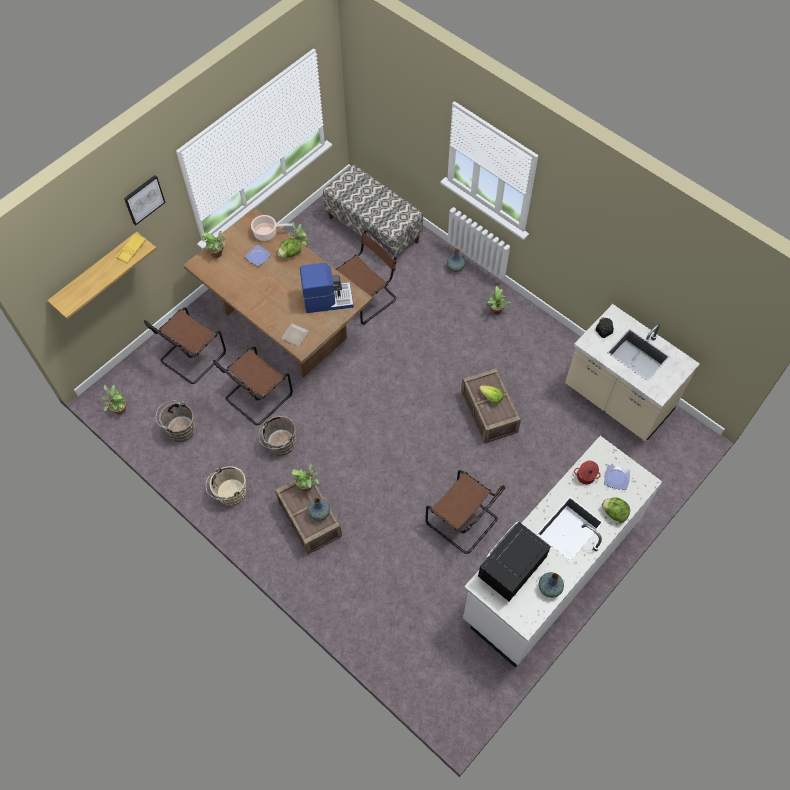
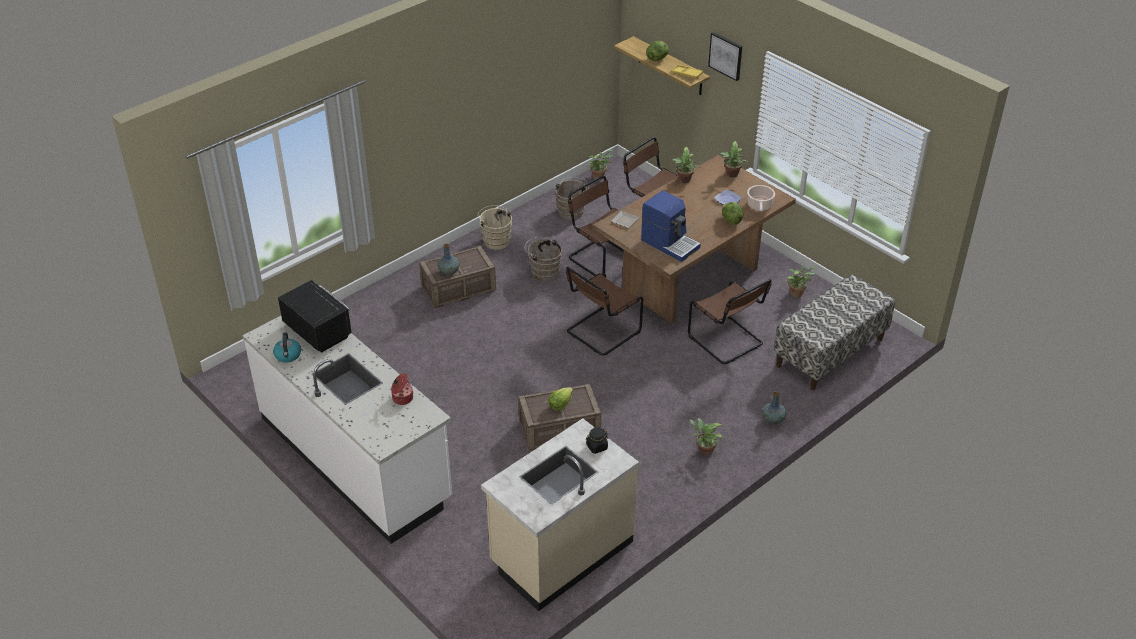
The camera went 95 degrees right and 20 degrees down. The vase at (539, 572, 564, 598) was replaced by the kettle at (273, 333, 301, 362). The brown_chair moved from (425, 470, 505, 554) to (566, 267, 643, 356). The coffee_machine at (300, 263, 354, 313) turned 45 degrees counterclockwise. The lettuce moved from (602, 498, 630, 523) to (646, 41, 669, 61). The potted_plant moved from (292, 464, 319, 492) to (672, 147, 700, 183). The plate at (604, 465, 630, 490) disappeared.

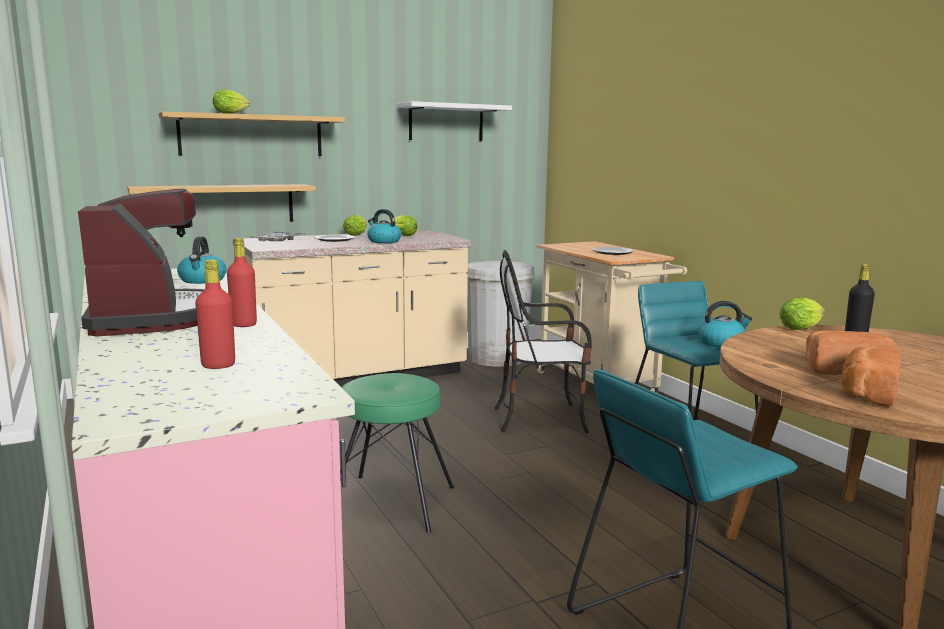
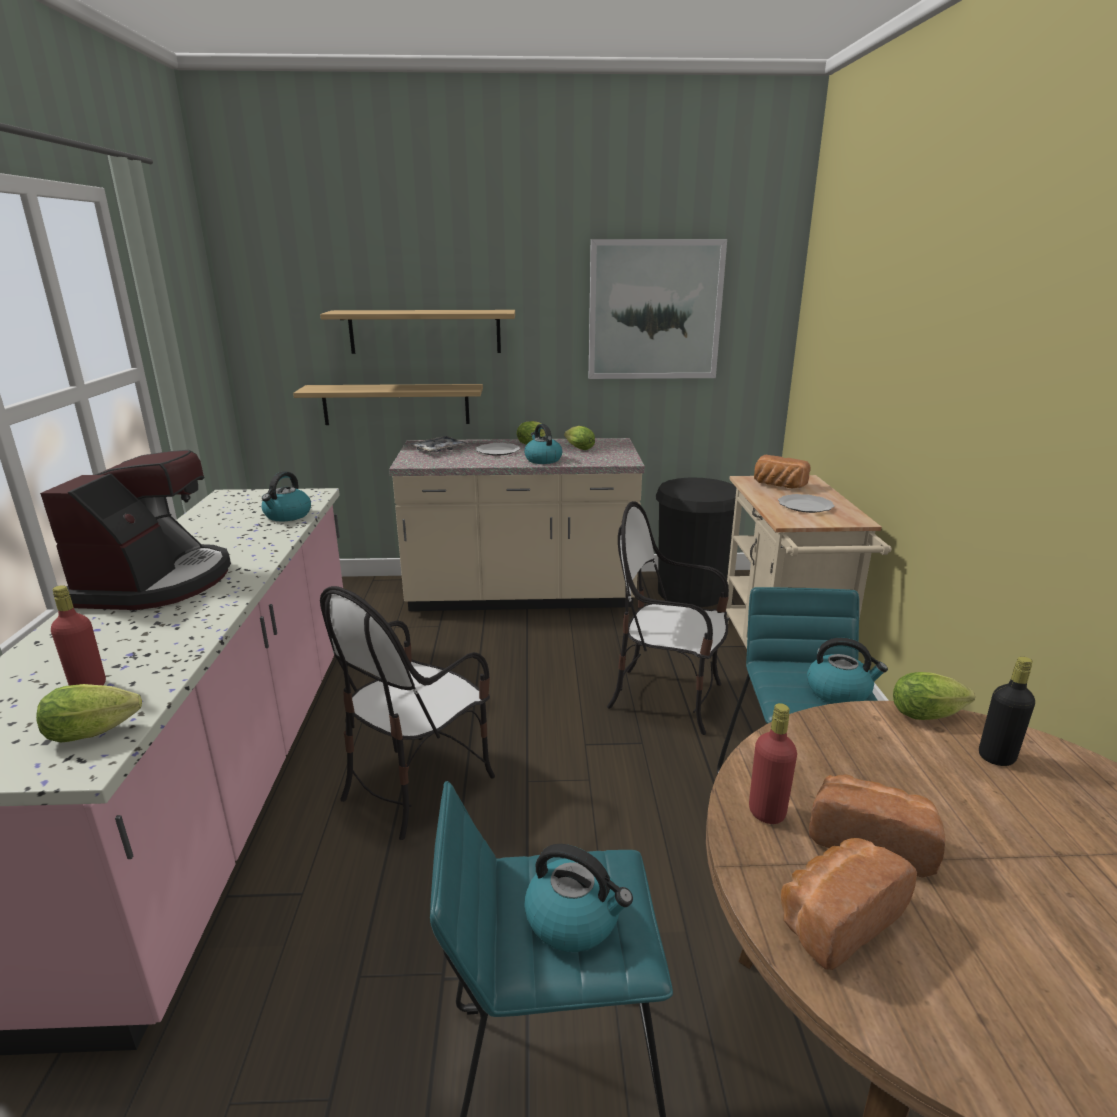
The camera went 25 degrees right and 10 degrees up. The lettuce moved from (213, 89, 250, 114) to (36, 684, 142, 743). The green_stool at (340, 373, 454, 533) was replaced by the chair at (320, 586, 495, 840). The kettle at (524, 844, 633, 952) appeared. The white_shelf at (396, 101, 512, 141) was replaced by the picture at (589, 239, 727, 379). The white_trash_can at (466, 261, 535, 367) became the black_trash_can at (656, 477, 736, 607). The red_bottle moved from (227, 238, 257, 327) to (749, 703, 797, 824). The bread at (754, 455, 811, 488) appeared.

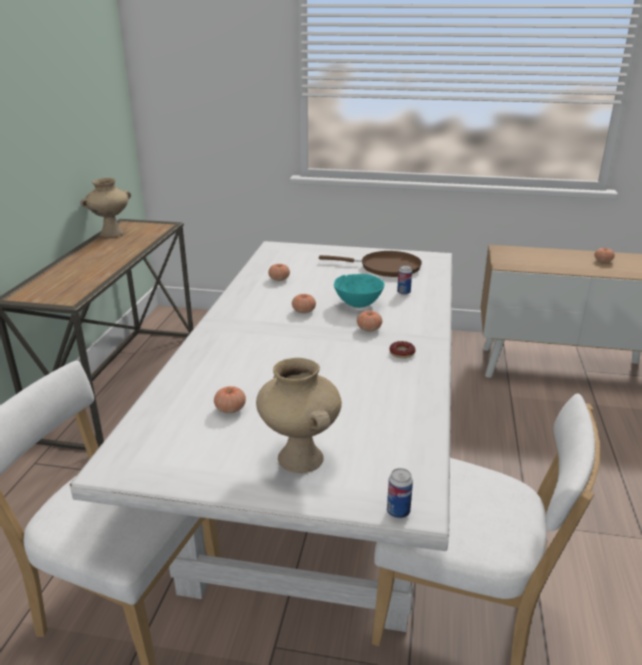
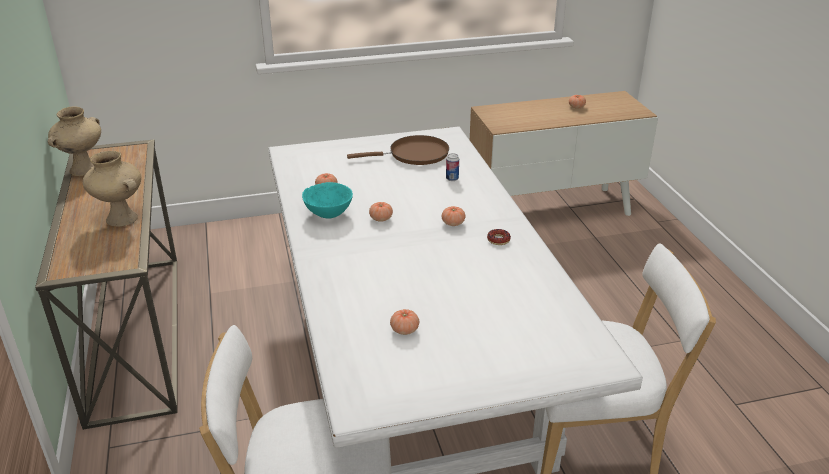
The camera went 25 degrees left and 5 degrees up. The beige_vase moved from (256, 357, 342, 473) to (83, 151, 141, 227). The turquoise_bowl moved from (334, 274, 385, 308) to (302, 182, 353, 219). The can at (387, 468, 413, 518) disappeared.

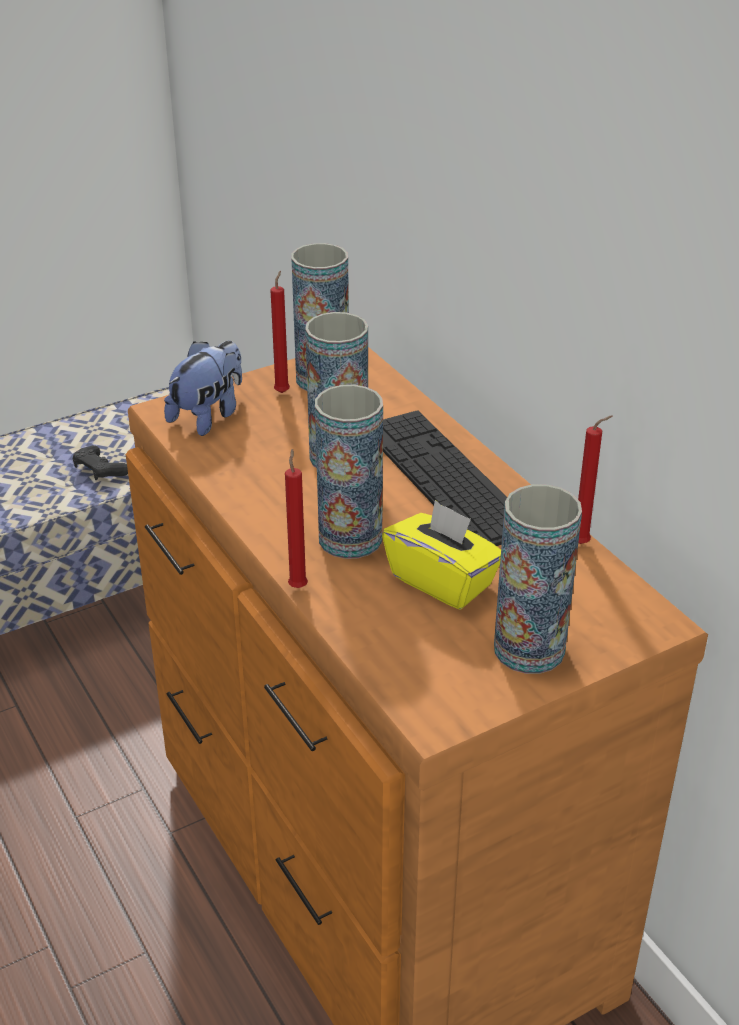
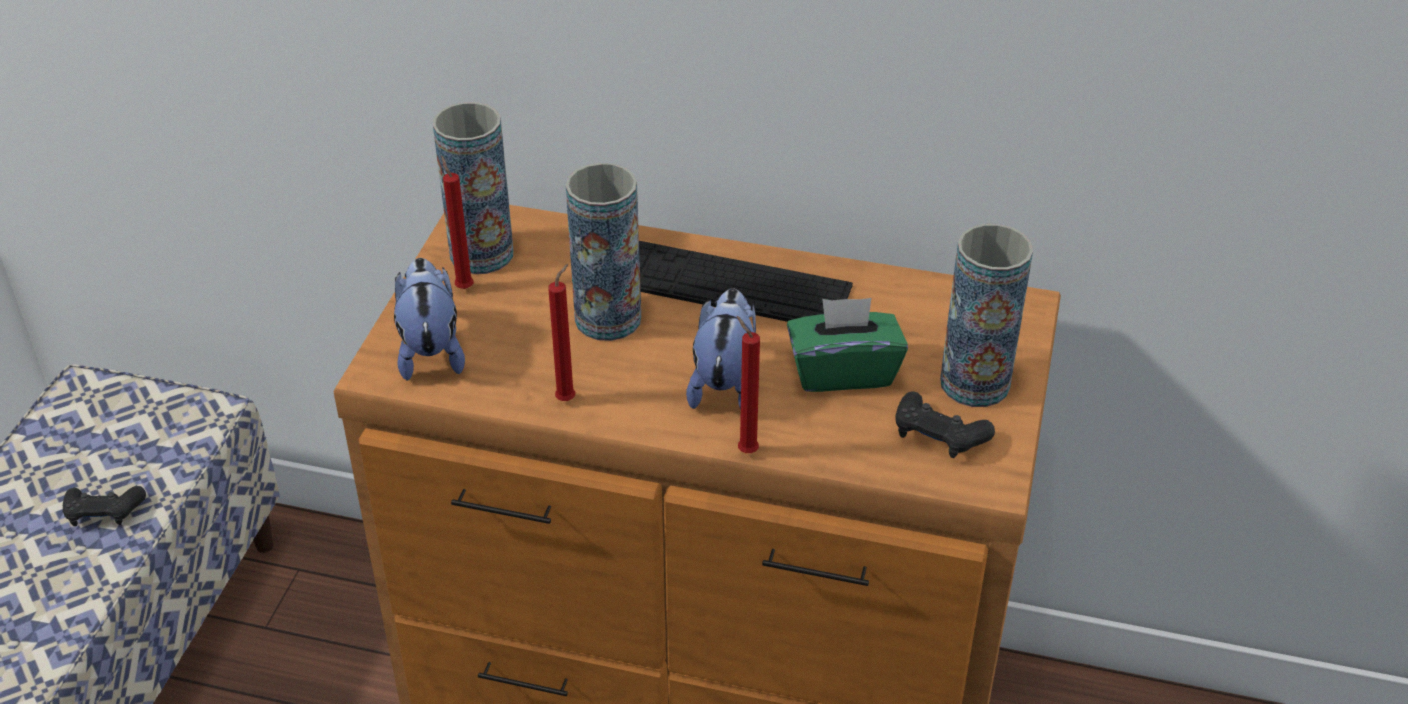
The camera went 45 degrees left and 5 degrees up. The red_candle moved from (578, 415, 612, 544) to (548, 264, 575, 401). The vase at (315, 385, 383, 559) was replaced by the plush_toy at (686, 288, 756, 410). The yellow_tissue_box at (382, 500, 501, 609) became the green_tissue_box at (787, 298, 908, 392). The black_game_controller at (895, 391, 995, 458) appeared.

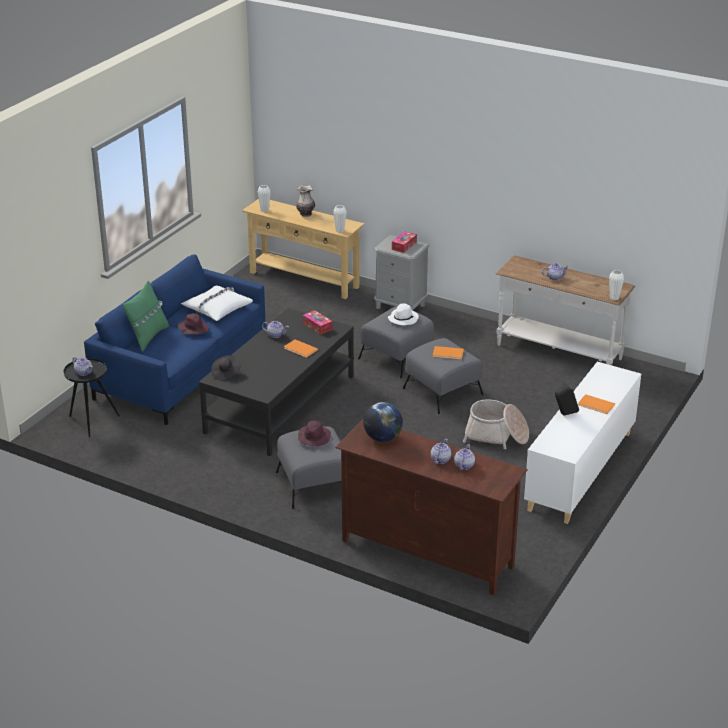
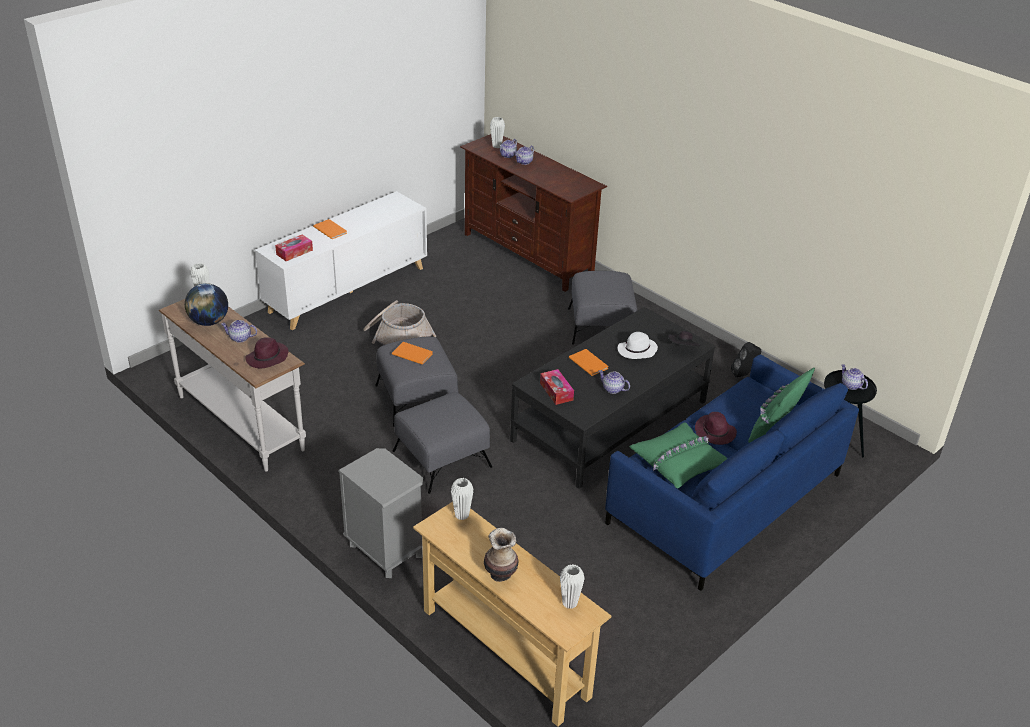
The camera went 165 degrees left and 5 degrees up. The globe moved from (363, 402, 403, 442) to (185, 283, 228, 326). The purple_hat moved from (298, 421, 331, 446) to (245, 337, 288, 368). The tissue_box moved from (392, 231, 417, 253) to (275, 234, 313, 261). The white_vase at (490, 117, 505, 148) appeared. The white_hat moved from (388, 303, 419, 325) to (618, 332, 658, 359). The white_pillow at (181, 285, 253, 321) became the green_pillow at (630, 422, 728, 489). The black_speaker moved from (555, 382, 579, 416) to (731, 342, 761, 377).

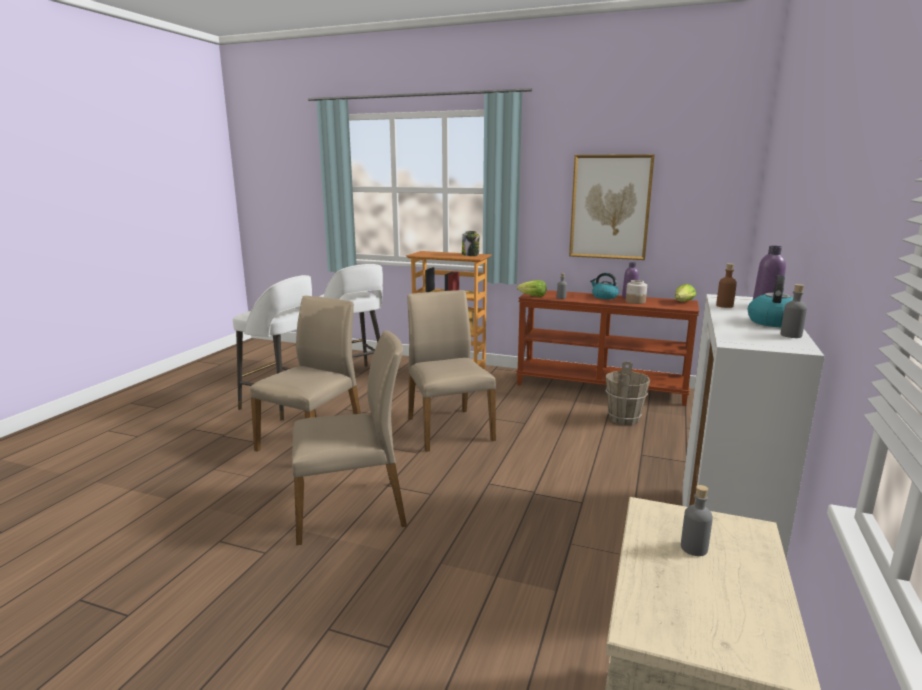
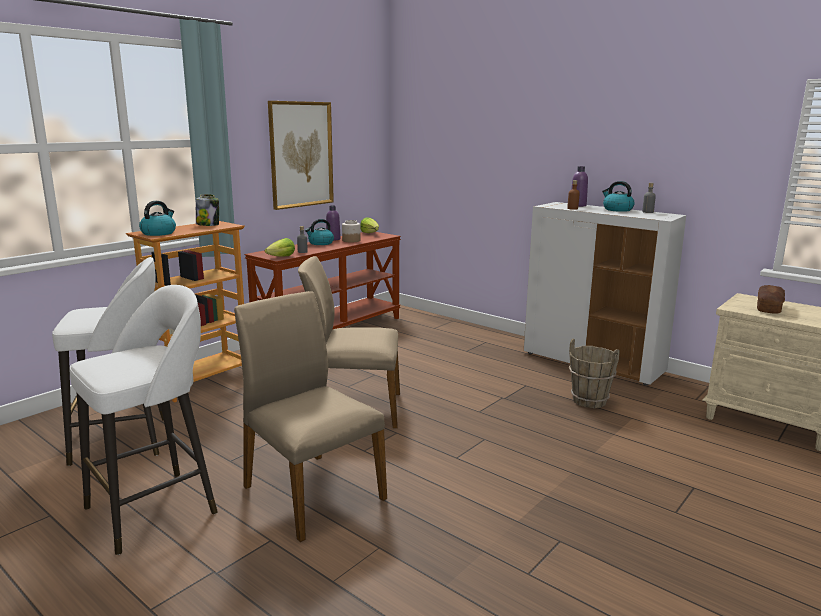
The camera went 70 degrees left and 0 degrees up. The kettle at (139, 201, 176, 236) appeared. The brown_bucket moved from (605, 361, 650, 425) to (569, 339, 620, 408). The grey_bottle at (681, 485, 713, 556) was replaced by the bread at (757, 285, 785, 314). The beige_chair at (292, 331, 407, 545) disappeared.

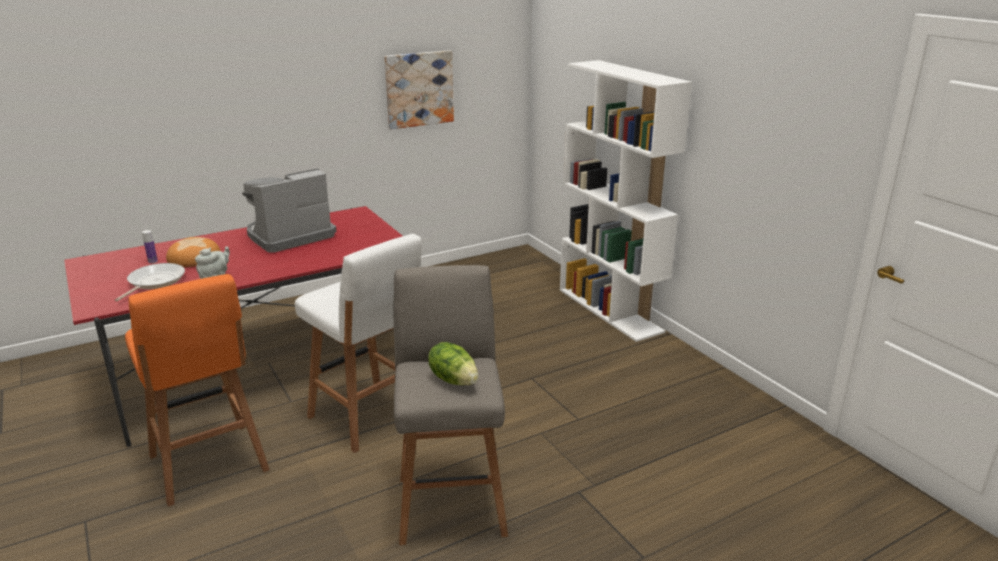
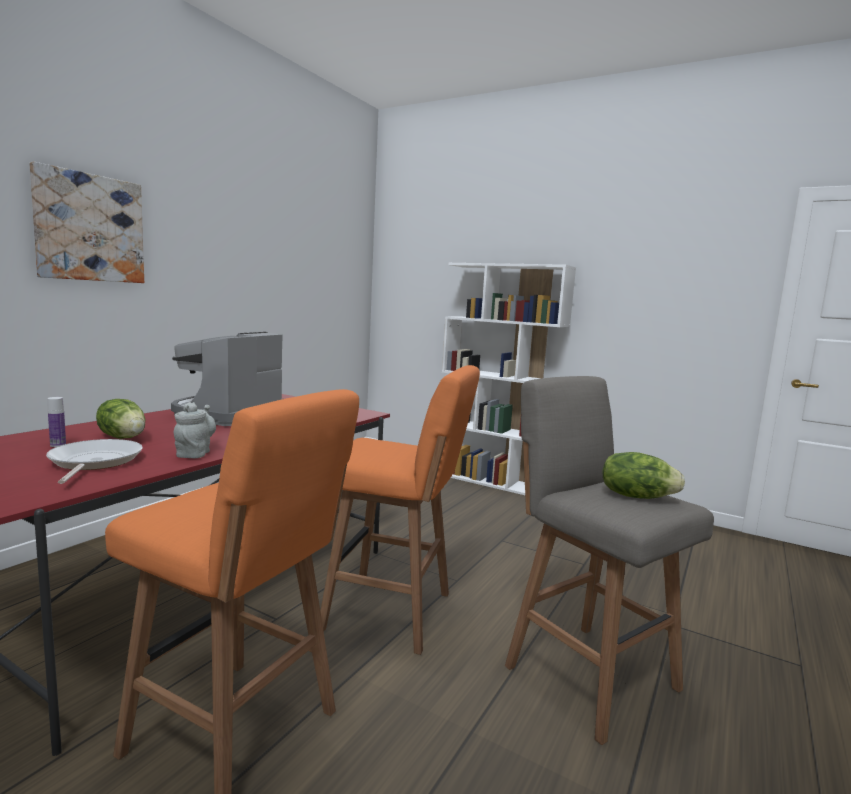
The camera went 30 degrees left and 15 degrees down. The picture moved from (384, 50, 454, 129) to (29, 162, 144, 283). The bread at (166, 237, 221, 267) was replaced by the lettuce at (96, 399, 145, 439). The white_stool at (295, 234, 422, 453) became the orange_stool at (320, 365, 480, 655).

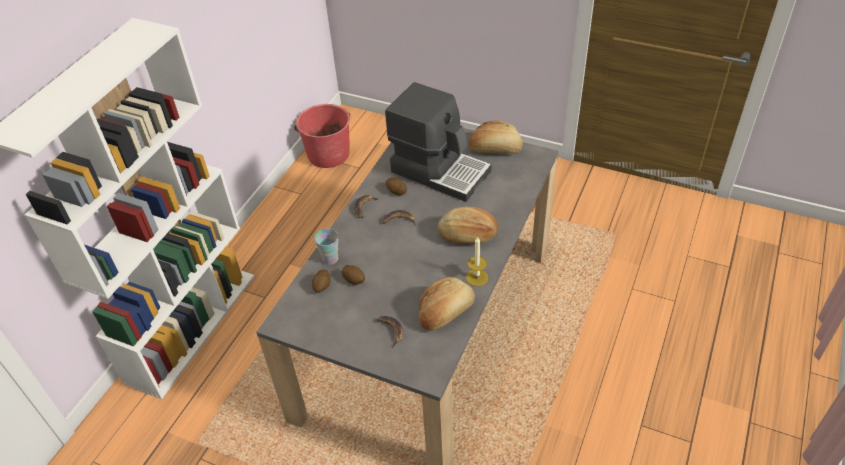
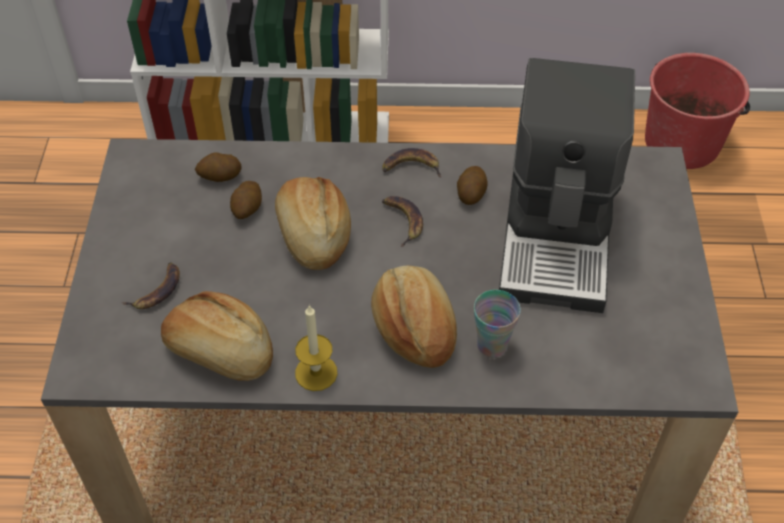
The camera went 65 degrees right and 5 degrees up. The bread moved from (469, 120, 523, 154) to (275, 177, 351, 270). The cup moved from (314, 229, 338, 265) to (474, 290, 521, 357).

